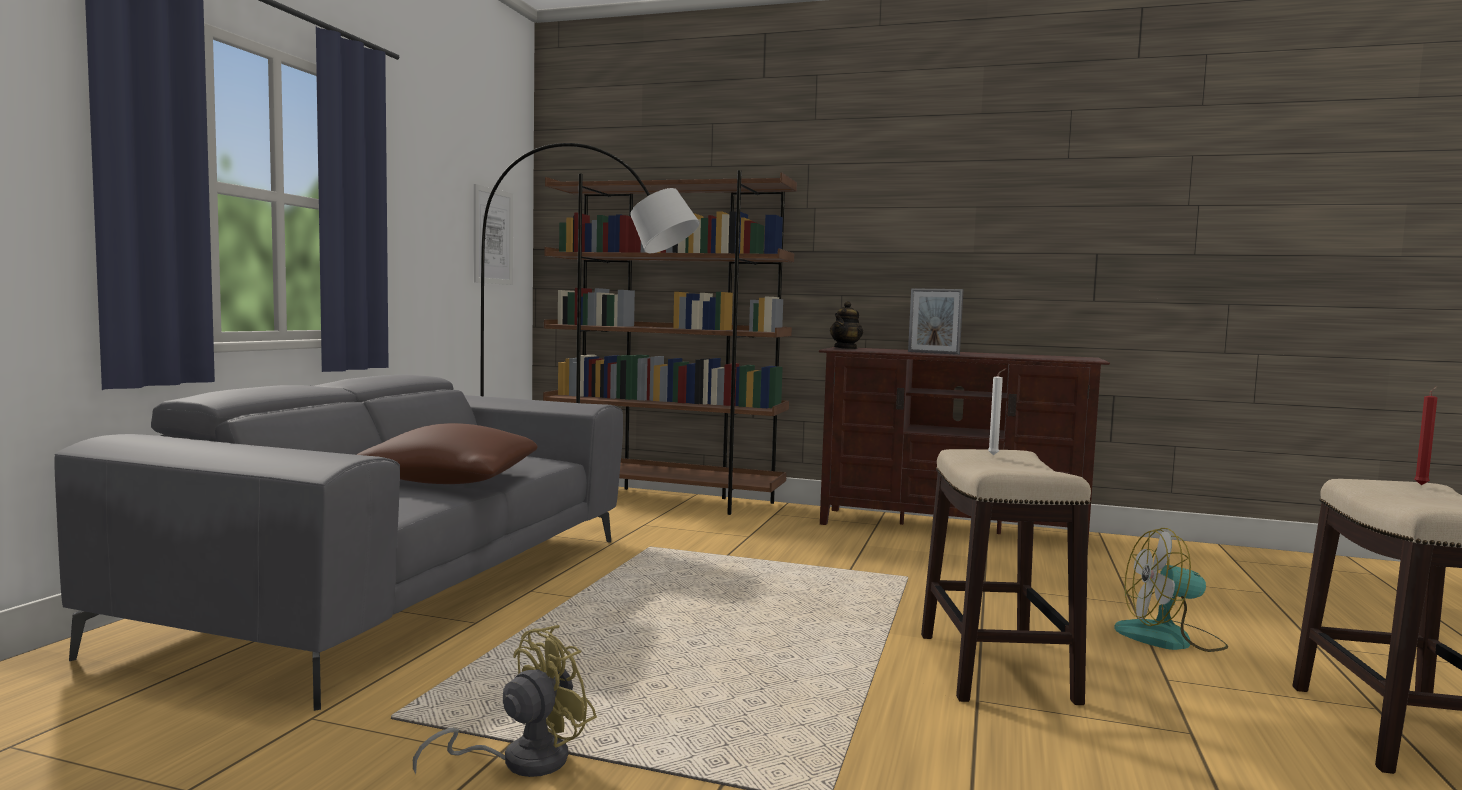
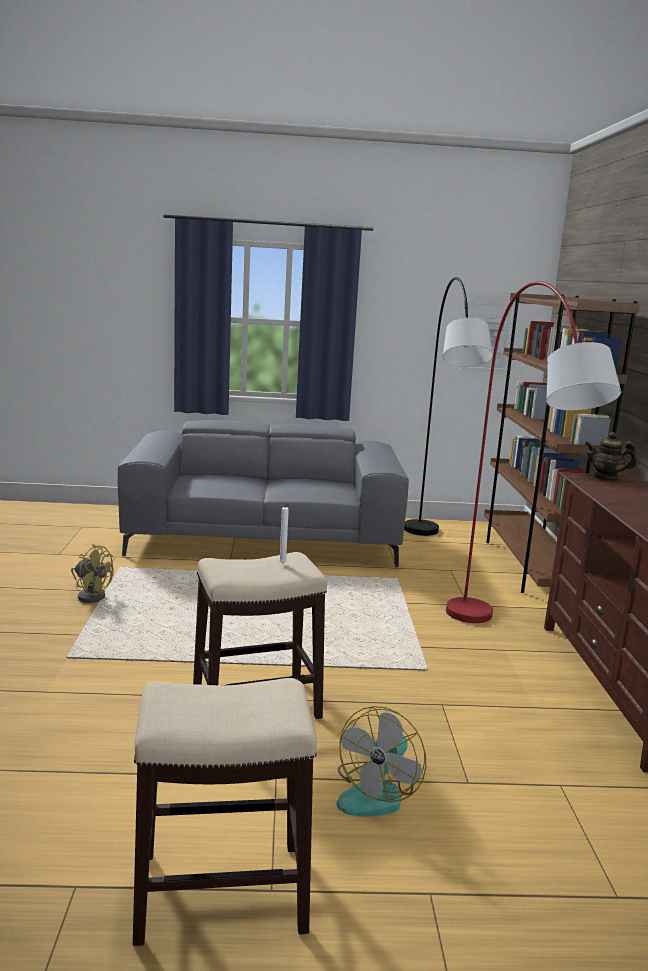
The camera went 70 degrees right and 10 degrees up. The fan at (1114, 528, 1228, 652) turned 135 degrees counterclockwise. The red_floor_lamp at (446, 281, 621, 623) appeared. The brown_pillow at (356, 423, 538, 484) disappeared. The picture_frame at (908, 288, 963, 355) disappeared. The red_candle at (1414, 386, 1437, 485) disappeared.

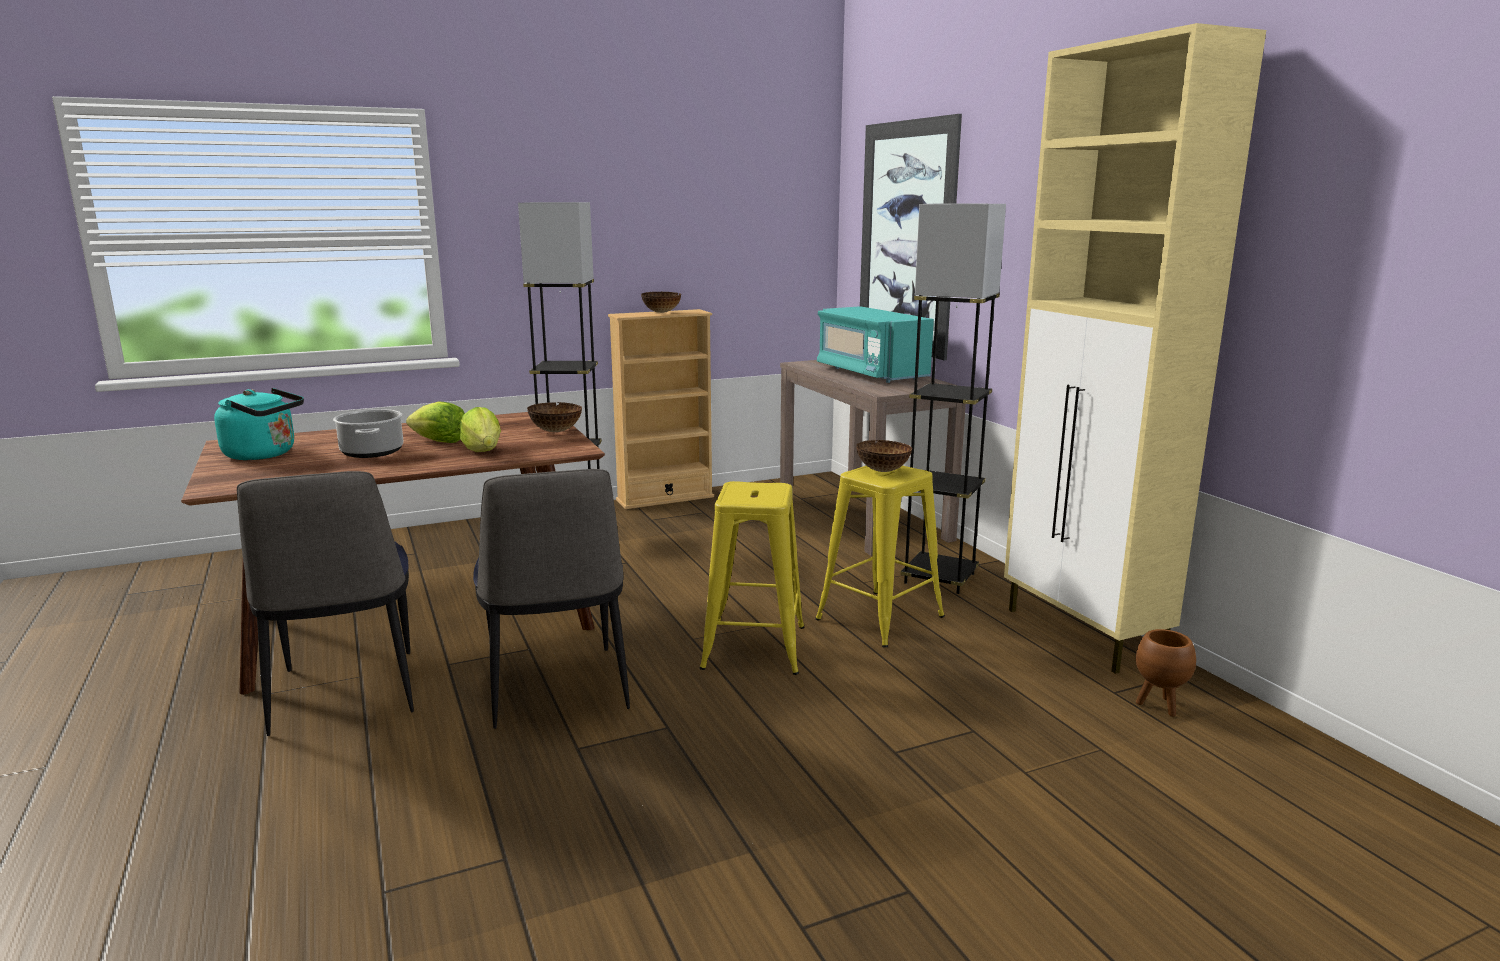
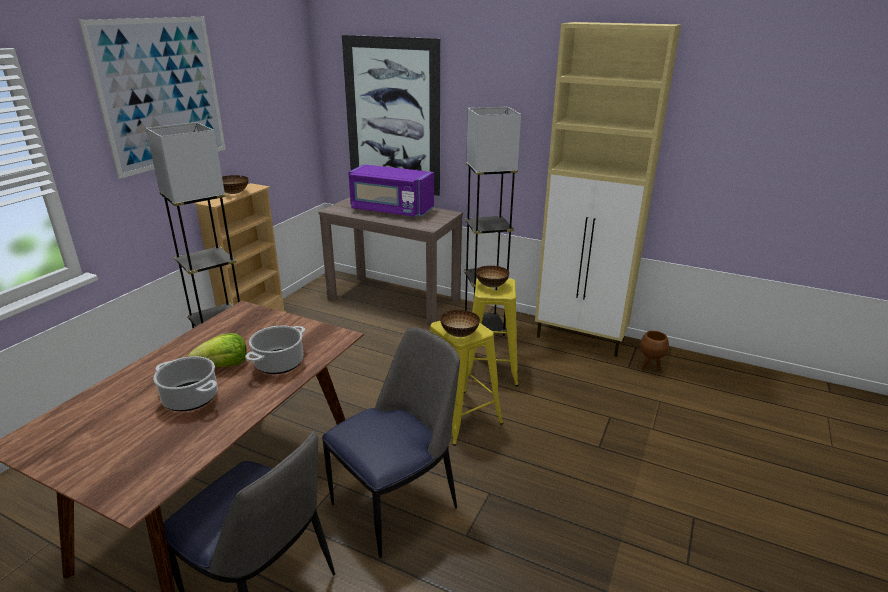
The camera went 40 degrees left and 10 degrees up. The picture at (79, 17, 226, 179) appeared. The lettuce at (460, 407, 501, 452) was replaced by the cooking_pot at (245, 326, 305, 374). The chair at (473, 469, 630, 729) turned 75 degrees counterclockwise. The turquoise_microwave at (817, 306, 934, 383) became the purple_microwave at (348, 164, 434, 217). The bowl moved from (527, 402, 582, 432) to (440, 310, 480, 337). The turquoise_kettle at (214, 388, 304, 460) disappeared.

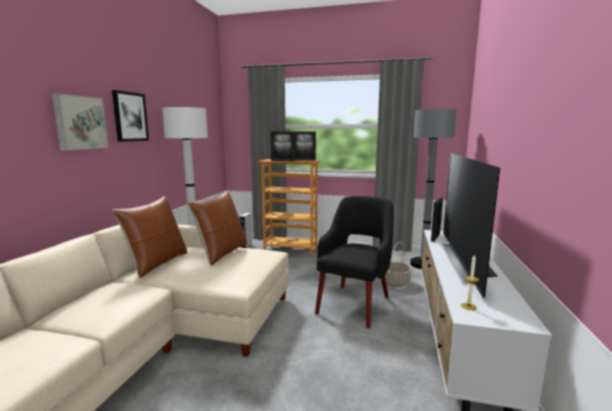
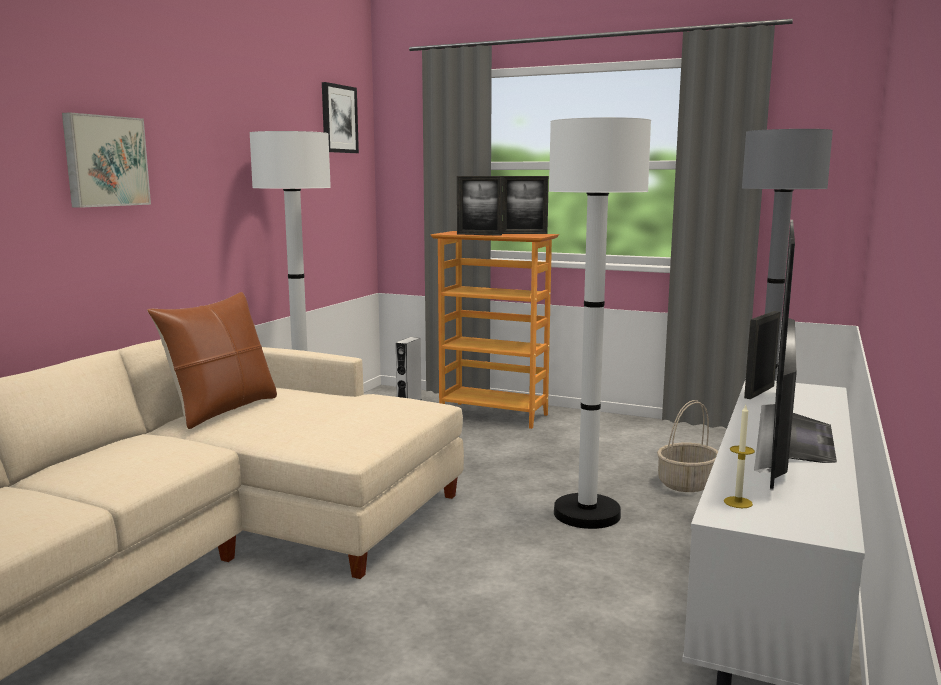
The camera went 10 degrees right and 0 degrees up. The picture moved from (112, 90, 149, 142) to (322, 82, 359, 153). The black_armchair at (315, 196, 394, 328) was replaced by the white_floor_lamp at (549, 117, 651, 529). The brown_pillow at (188, 191, 247, 266) disappeared.

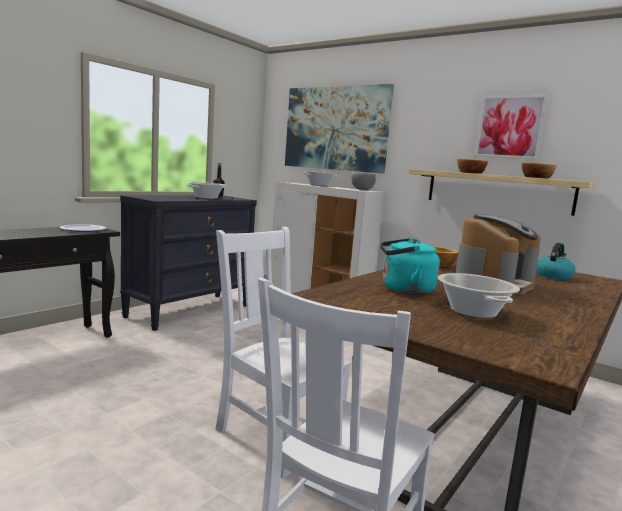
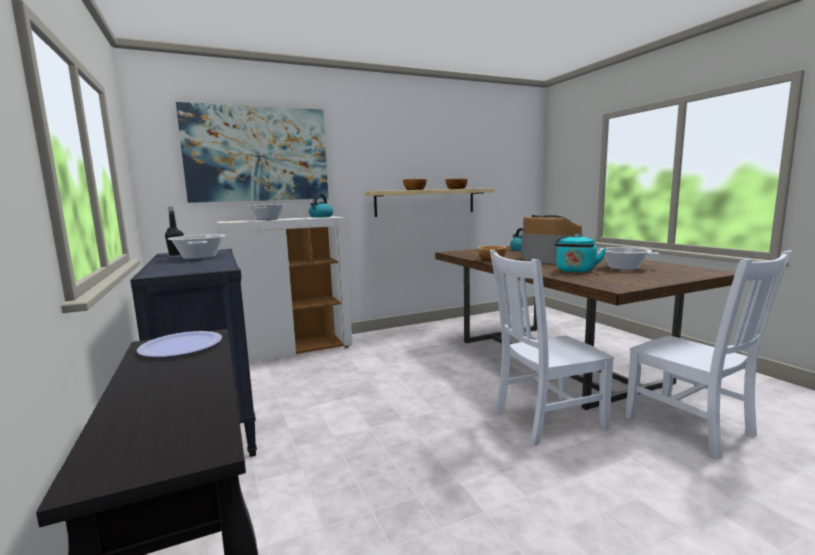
The camera went 60 degrees left and 0 degrees up. The grey_bowl at (351, 172, 376, 190) was replaced by the kettle at (309, 194, 333, 218). The picture at (475, 94, 548, 160) disappeared.

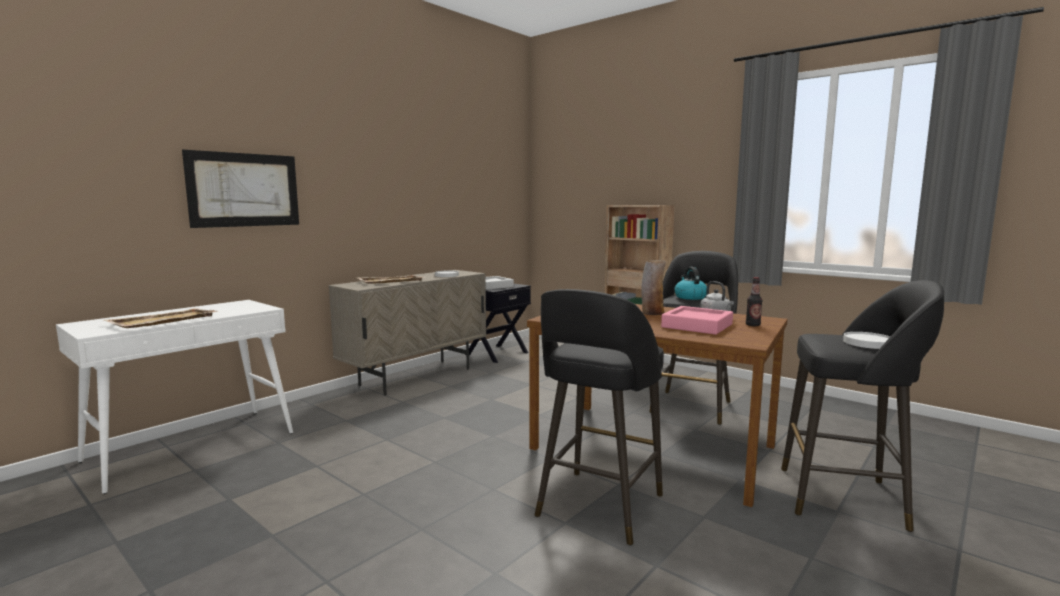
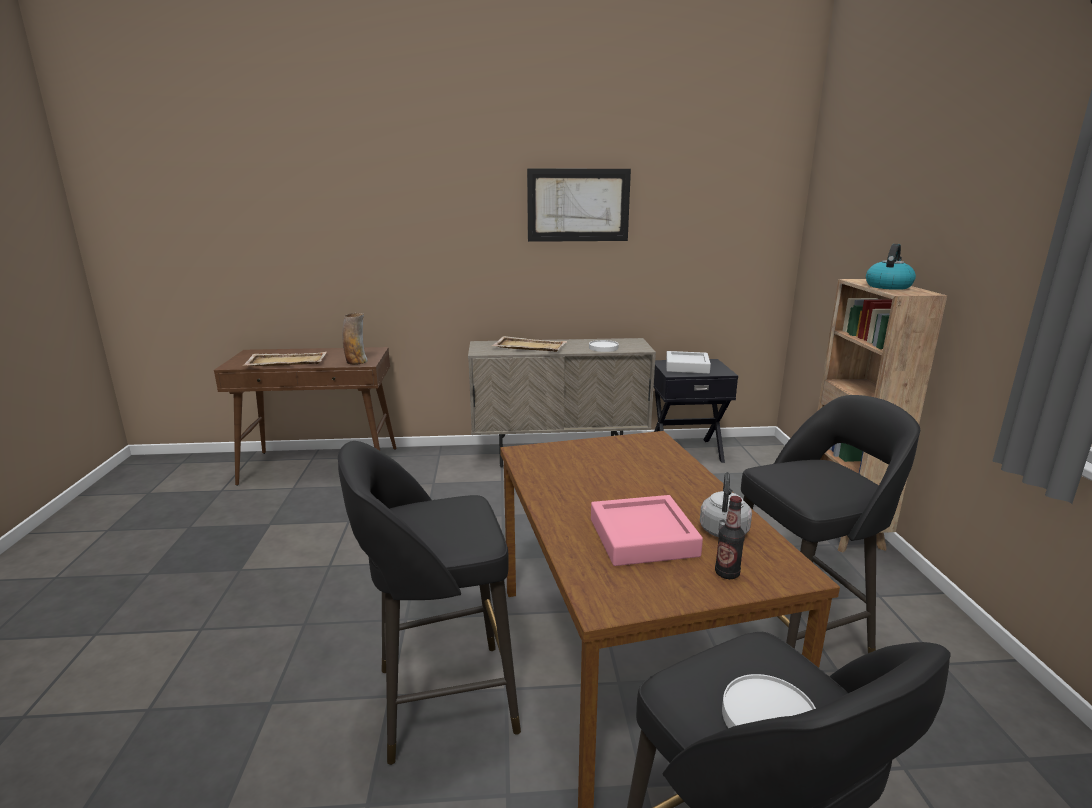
The camera went 45 degrees right and 10 degrees up. The white_console_table at (56, 300, 293, 494) became the brown_console_table at (214, 347, 396, 486). The vase moved from (641, 260, 666, 315) to (342, 313, 368, 365). The picture moved from (182, 150, 299, 228) to (527, 169, 631, 242). The kettle moved from (674, 267, 707, 300) to (866, 244, 916, 290).

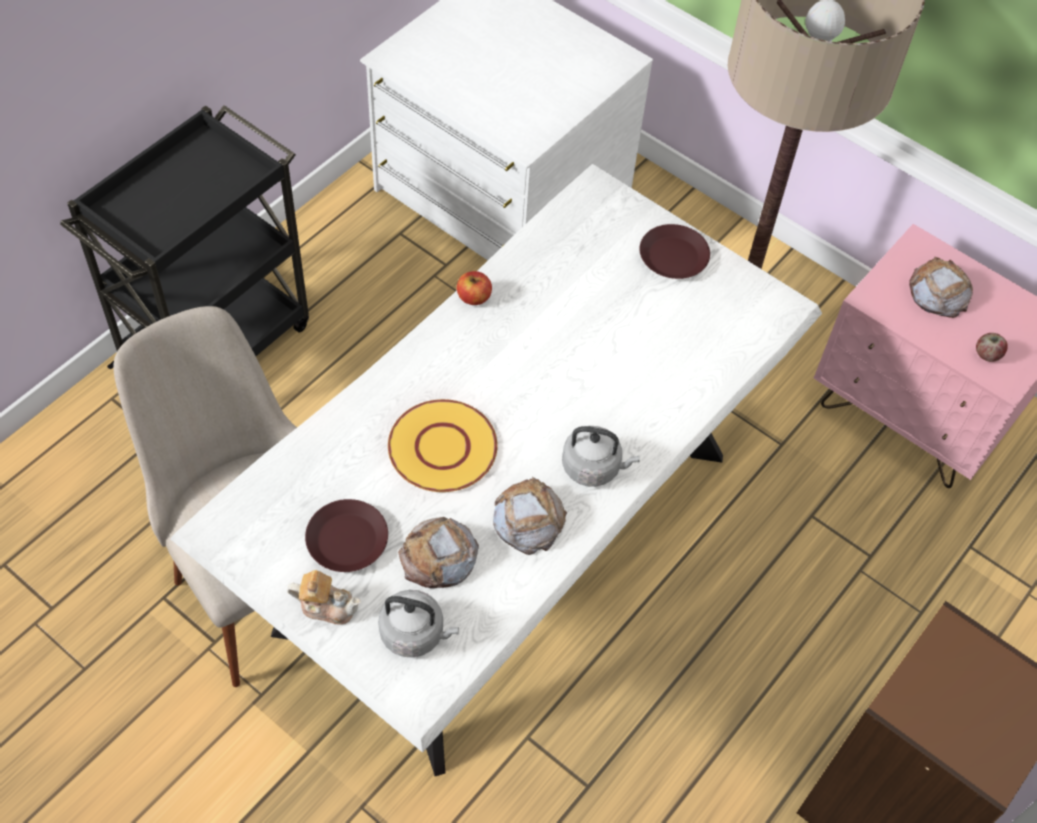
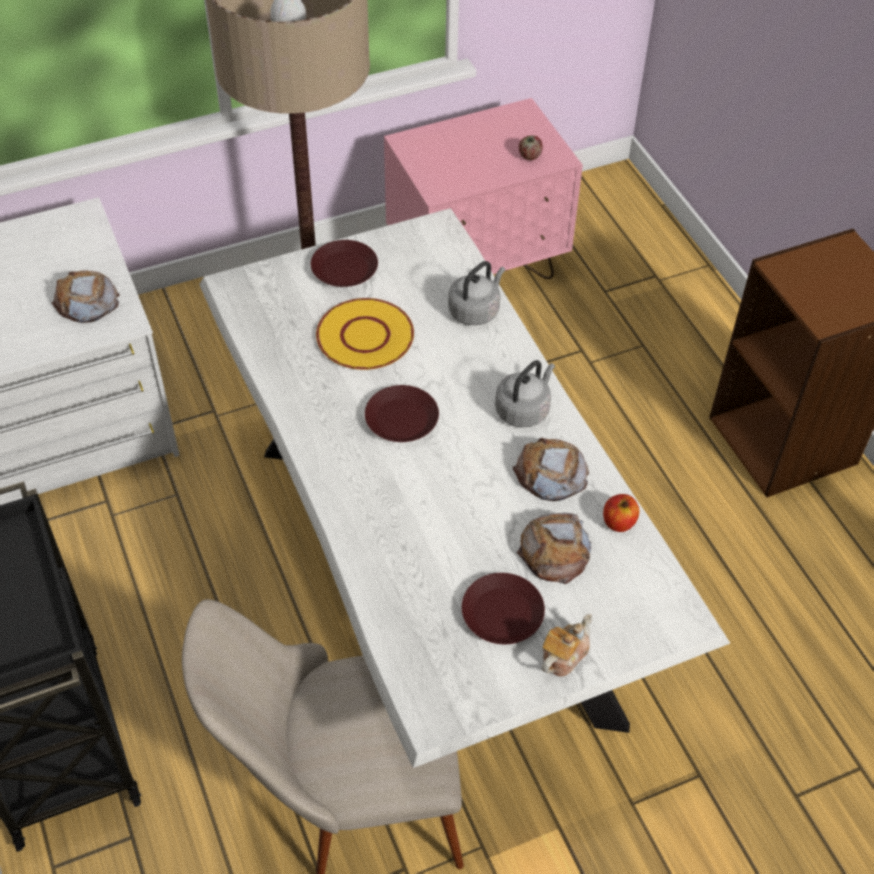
The camera went 60 degrees left and 5 degrees down. The bread moved from (909, 257, 973, 318) to (52, 270, 120, 323). The yellow_plate moved from (388, 399, 498, 492) to (316, 298, 414, 370). The brown_plate at (365, 385, 439, 442) appeared. The grey_kettle moved from (378, 590, 459, 658) to (448, 261, 505, 325). The apple moved from (457, 271, 492, 305) to (603, 494, 640, 532).

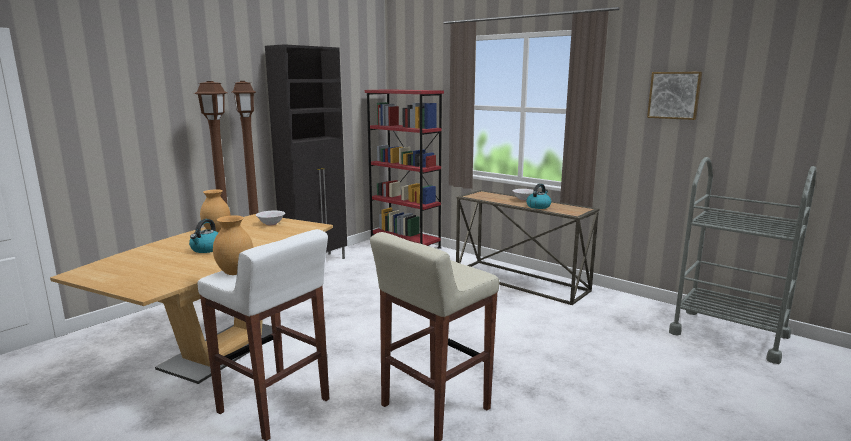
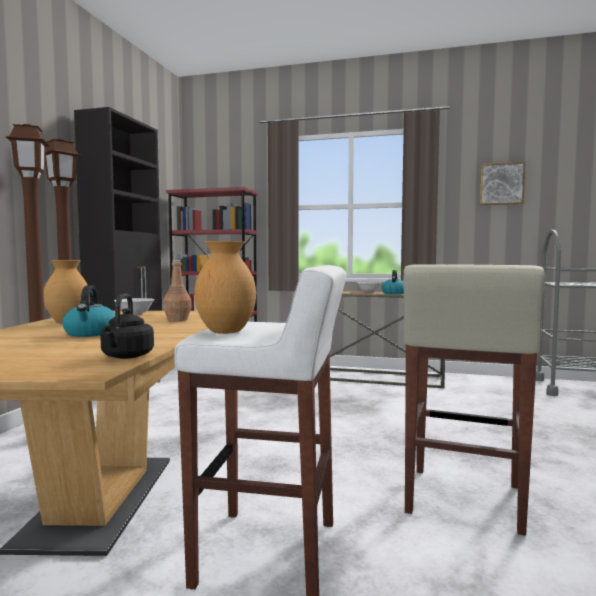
The camera went 25 degrees left and 10 degrees down. The black_kettle at (100, 294, 154, 359) appeared. The brown_bottle at (163, 260, 192, 321) appeared.

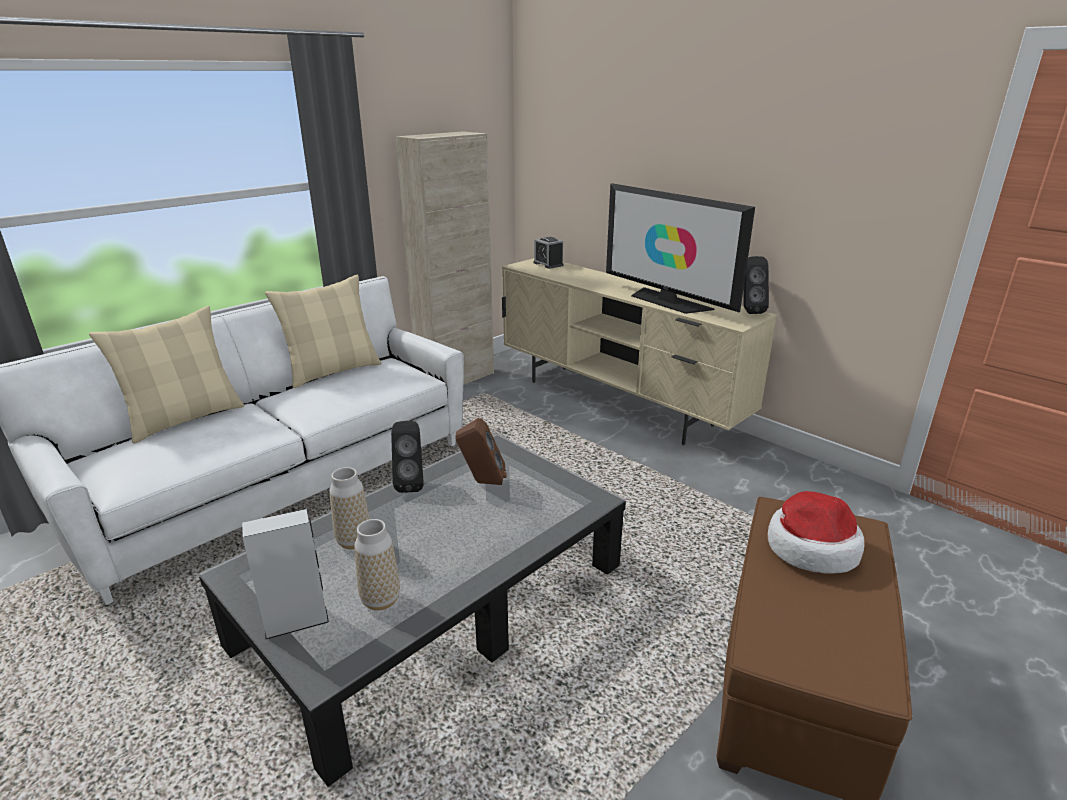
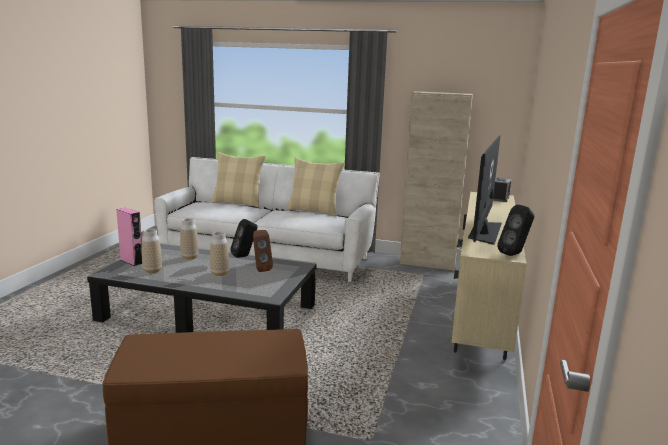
The camera went 60 degrees right and 10 degrees down. The grey_speaker at (242, 509, 329, 640) became the pink_speaker at (116, 208, 142, 266). The vase at (210, 232, 229, 276) appeared. The hat at (768, 491, 865, 574) disappeared.

